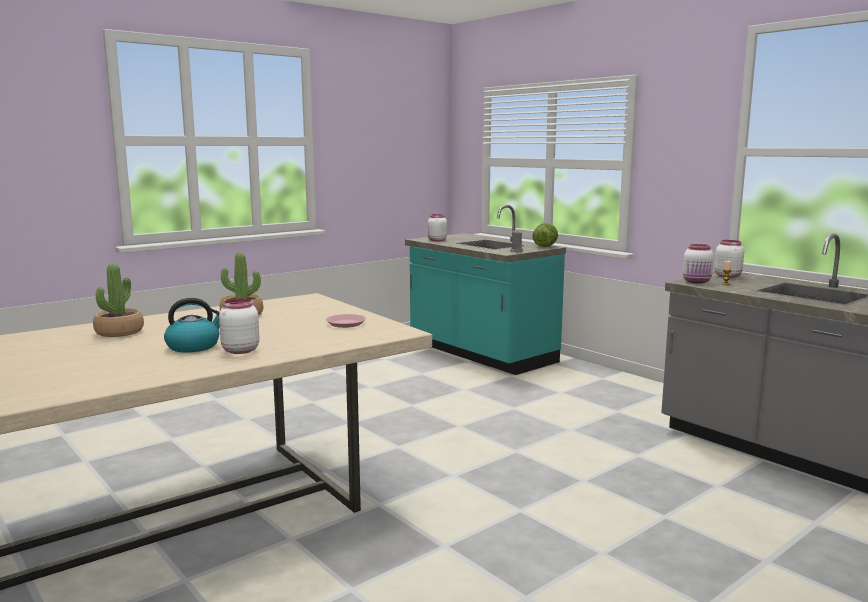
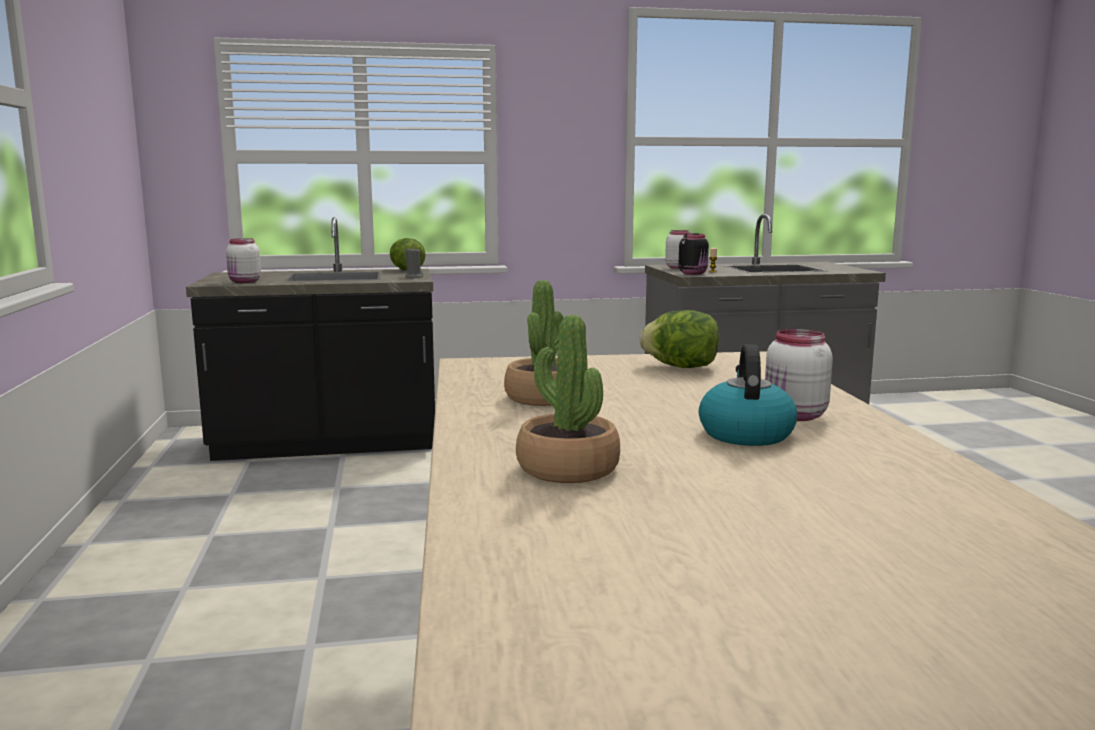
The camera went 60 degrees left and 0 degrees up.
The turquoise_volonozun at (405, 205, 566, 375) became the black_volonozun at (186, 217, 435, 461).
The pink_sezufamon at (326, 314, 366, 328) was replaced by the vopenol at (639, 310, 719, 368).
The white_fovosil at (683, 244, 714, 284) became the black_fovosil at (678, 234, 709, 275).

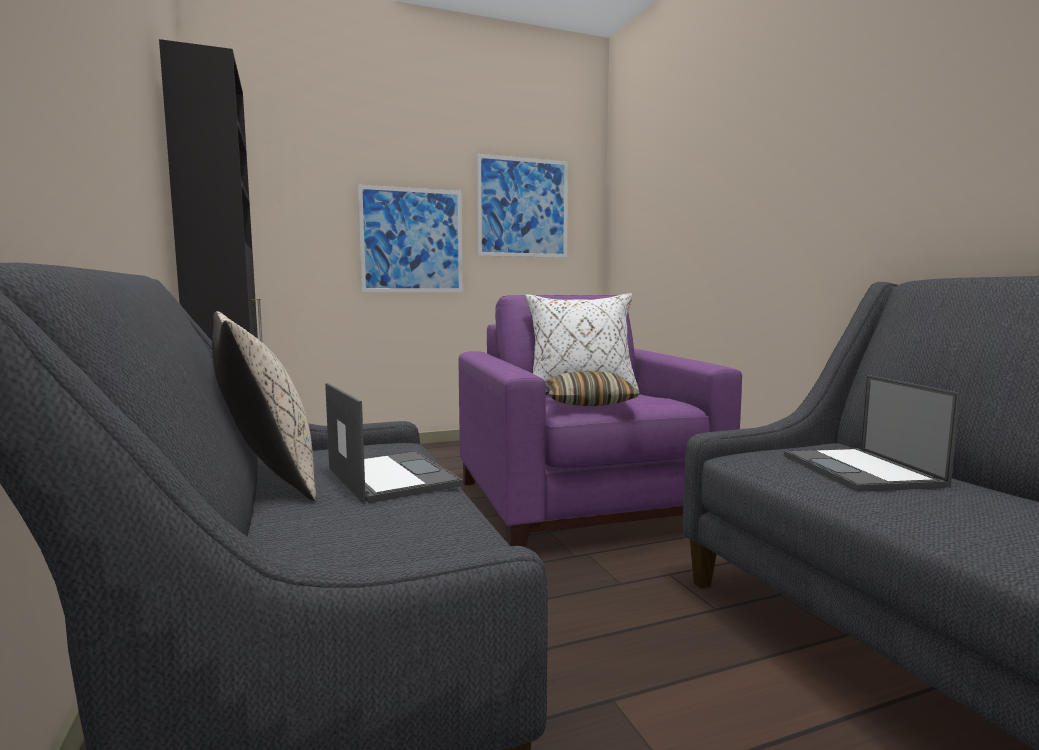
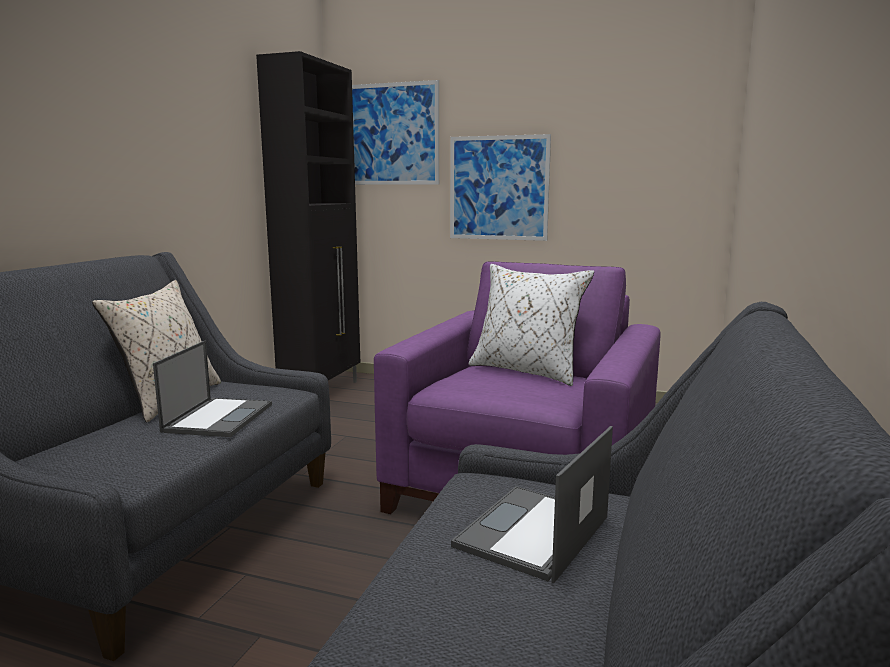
The camera went 40 degrees right and 5 degrees up.
The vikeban moved from (477, 154, 568, 258) to (352, 80, 439, 185).
The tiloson at (545, 371, 640, 406) disappeared.

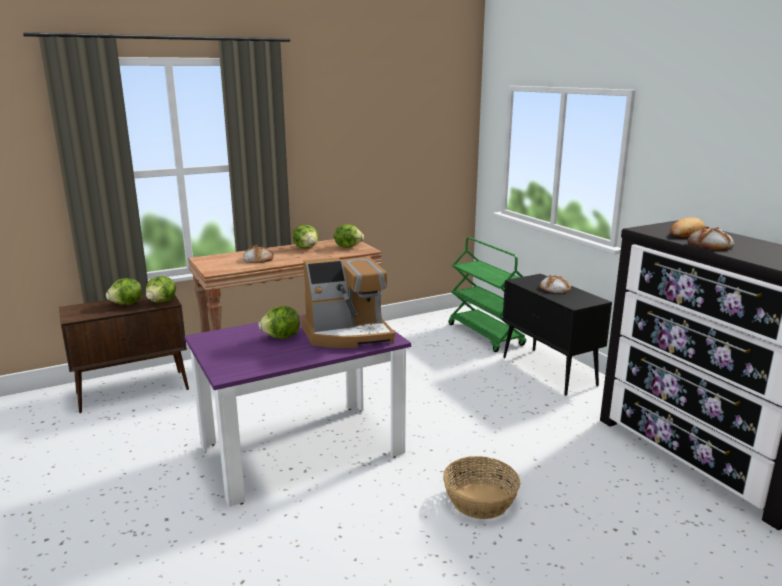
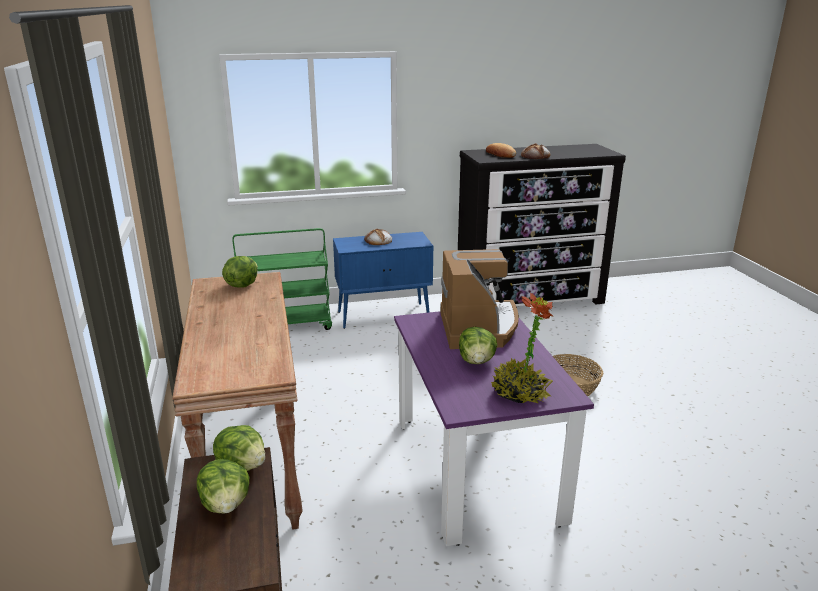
The camera went 75 degrees left and 5 degrees up.
The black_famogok at (502, 274, 612, 396) became the blue_famogok at (333, 232, 433, 329).
The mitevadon at (491, 293, 554, 404) appeared.
The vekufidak at (243, 244, 273, 263) disappeared.
The vopenol at (293, 225, 319, 249) disappeared.

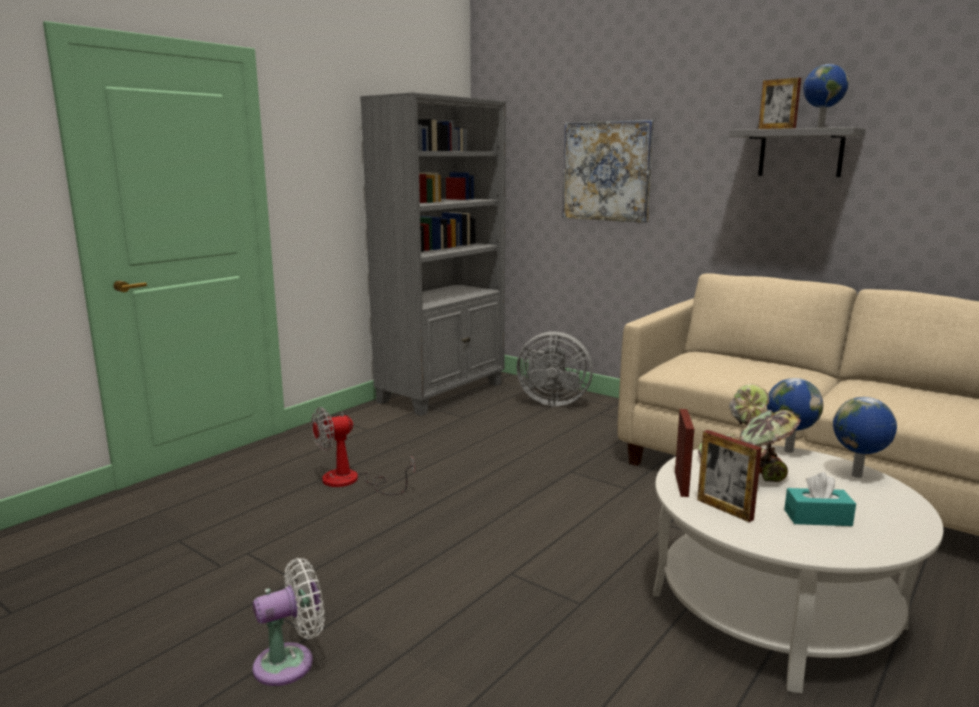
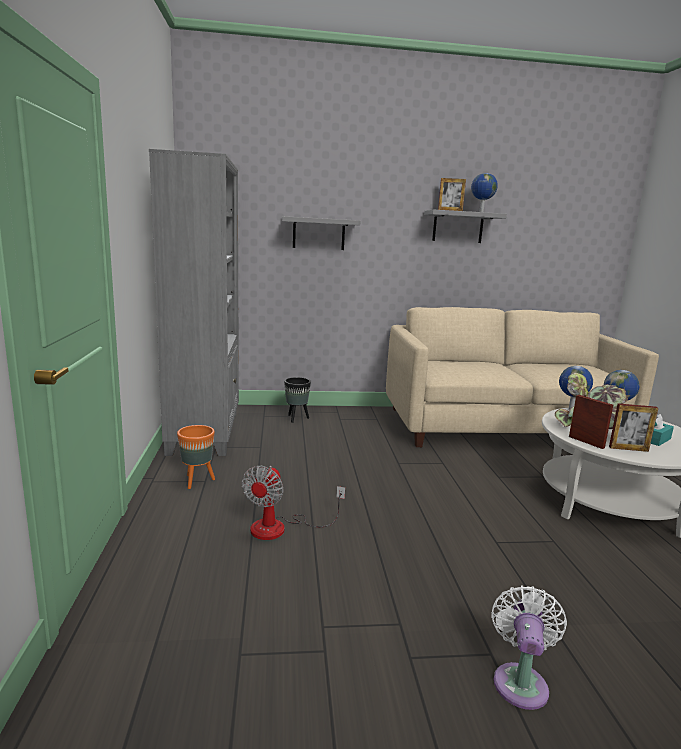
The camera went 45 degrees left and 0 degrees up.
The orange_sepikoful at (177, 425, 215, 489) appeared.
The vikeban at (562, 120, 654, 223) was replaced by the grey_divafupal at (282, 216, 360, 250).
The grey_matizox at (517, 331, 593, 406) was replaced by the black_sepikoful at (284, 377, 311, 423).

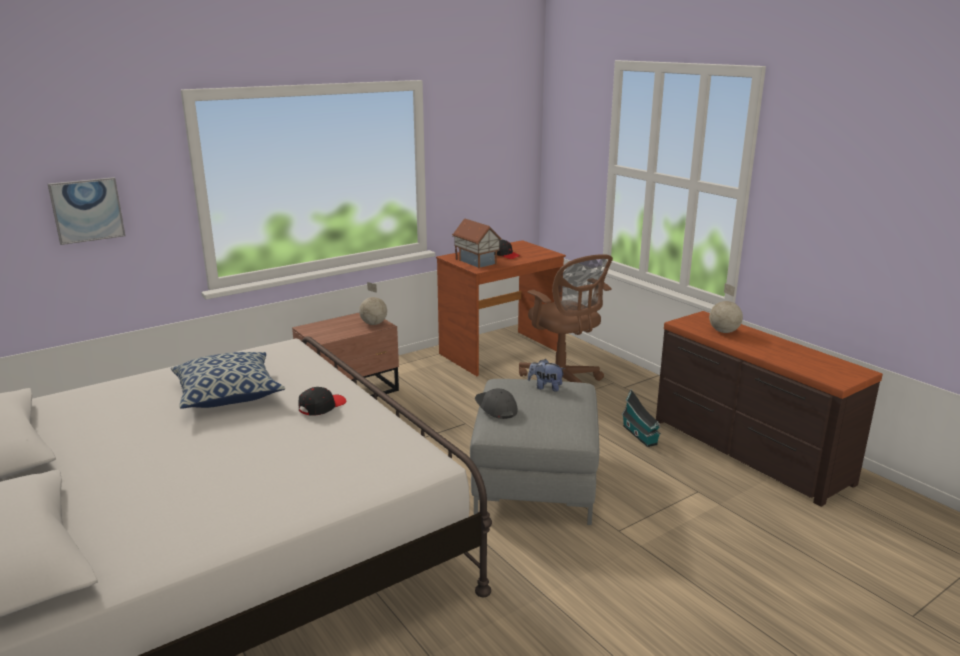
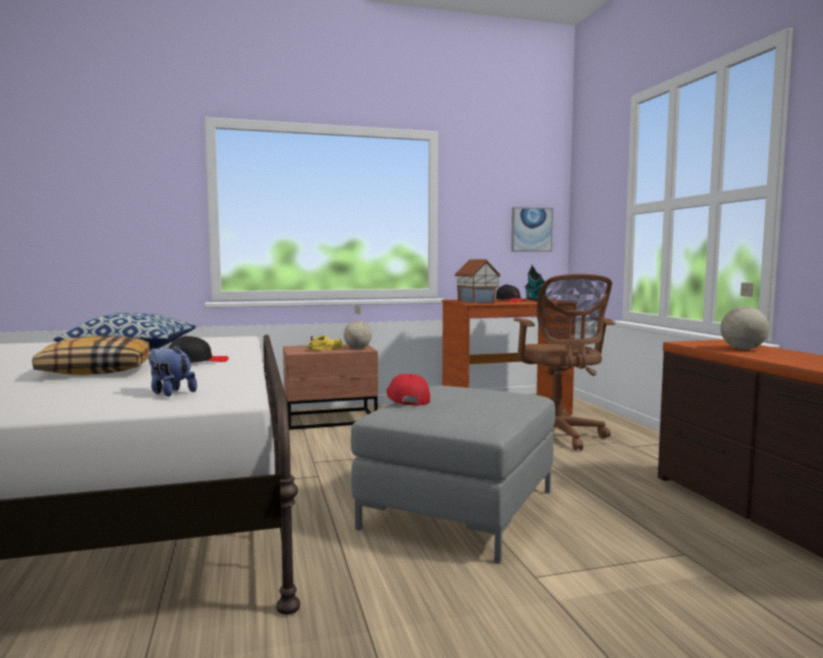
The camera went 20 degrees right and 15 degrees down.
The tiloson at (32, 335, 150, 375) appeared.
The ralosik moved from (528, 359, 565, 391) to (148, 344, 197, 397).
The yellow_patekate at (308, 336, 343, 351) appeared.
The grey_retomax at (475, 389, 517, 419) became the red_retomax at (386, 374, 430, 405).
The vikeban moved from (48, 177, 125, 245) to (511, 207, 553, 252).
The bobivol moved from (622, 389, 661, 447) to (525, 265, 547, 301).

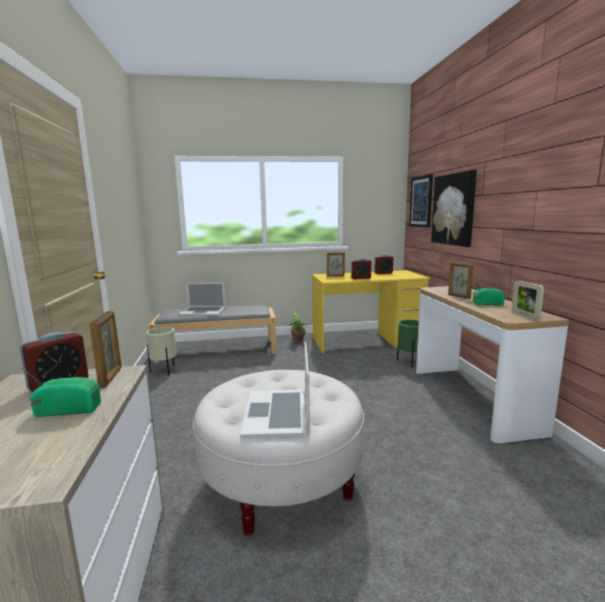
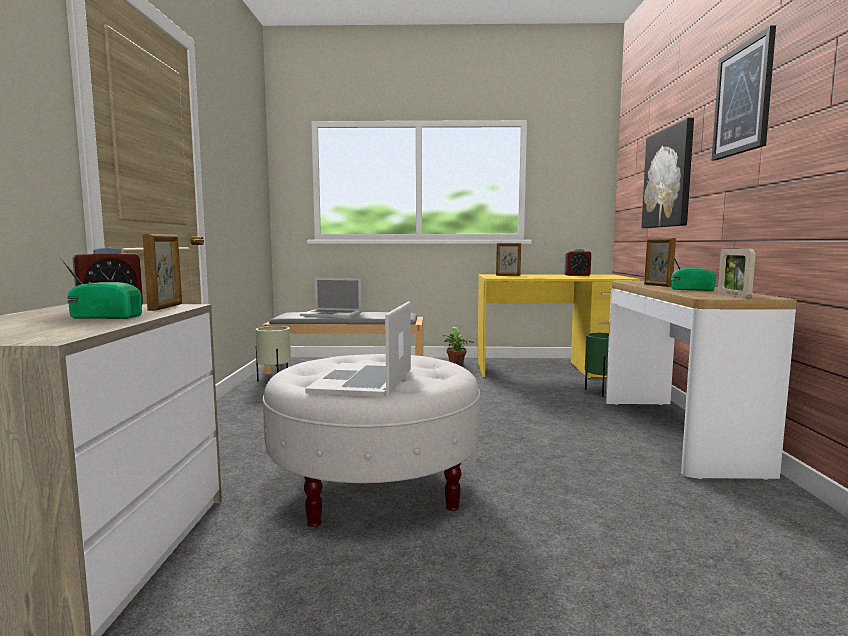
The camera went 10 degrees right and 5 degrees down.
The vikeban moved from (409, 174, 433, 227) to (712, 25, 776, 160).
The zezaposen at (351, 258, 371, 280) disappeared.

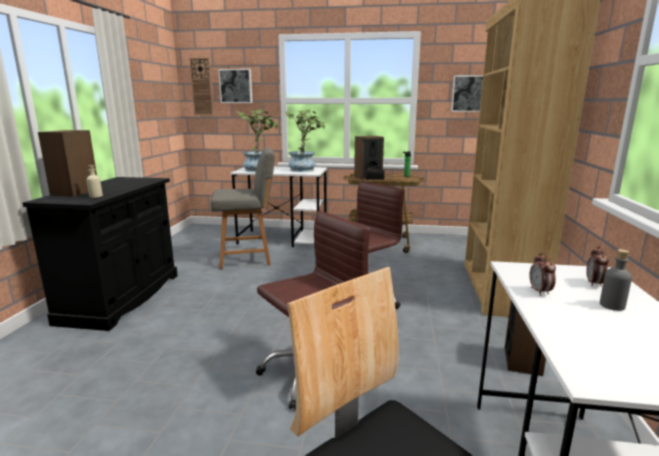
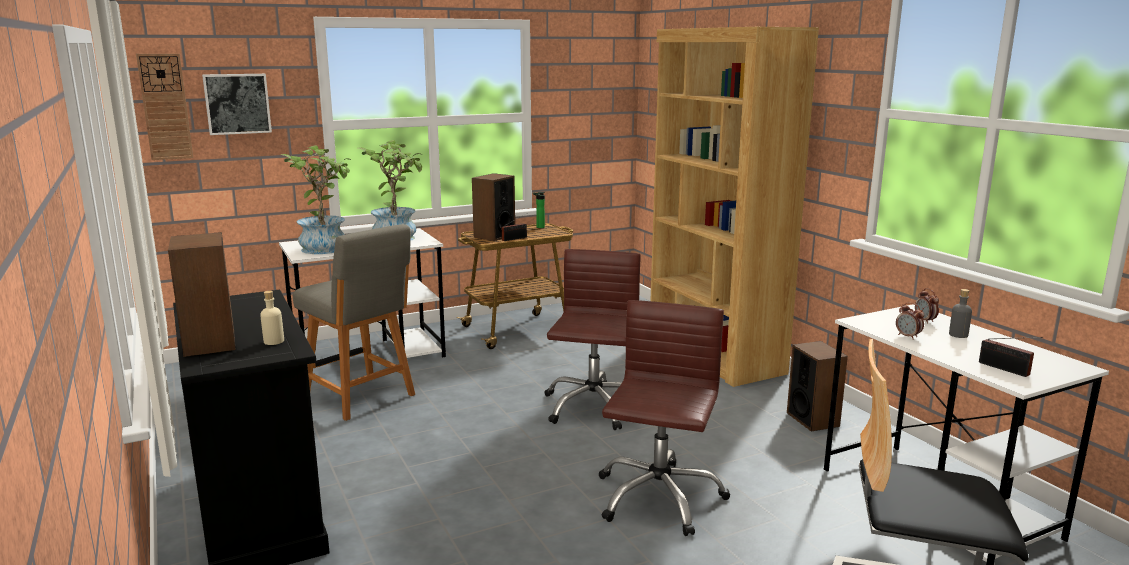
The camera went 35 degrees left and 0 degrees up.
The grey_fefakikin at (210, 148, 275, 269) turned 90 degrees clockwise.
The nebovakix at (979, 337, 1043, 377) appeared.
The vikeban at (451, 75, 483, 112) disappeared.

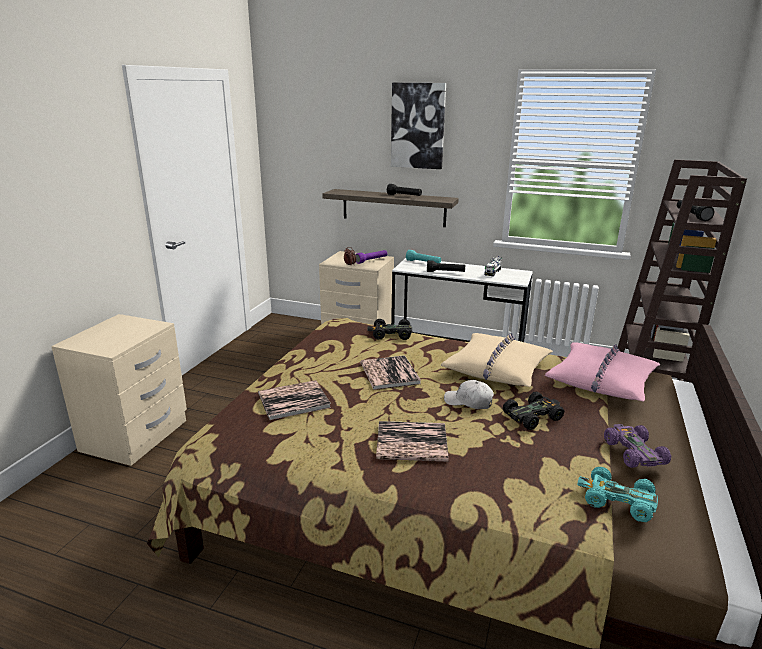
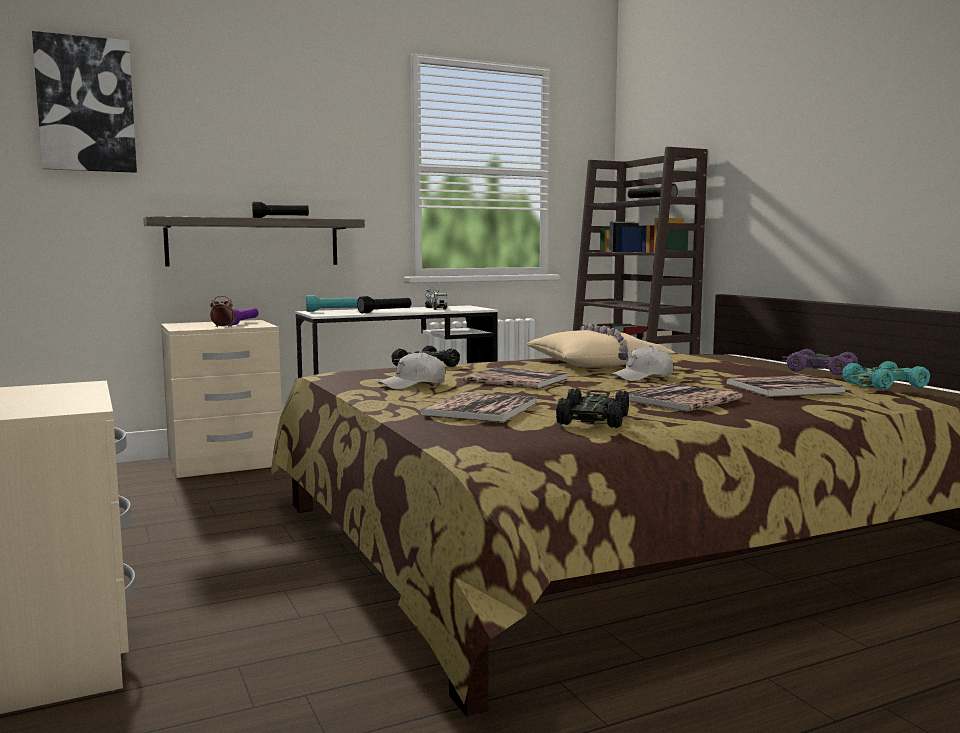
The camera went 45 degrees left and 15 degrees down.
The vikeban moved from (391, 83, 446, 169) to (32, 31, 137, 173).
The white_retomax at (378, 351, 445, 390) appeared.
The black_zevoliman moved from (503, 392, 564, 430) to (556, 388, 629, 428).
The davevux at (726, 375, 847, 397) appeared.
The pink_tiloson at (545, 342, 661, 402) disappeared.

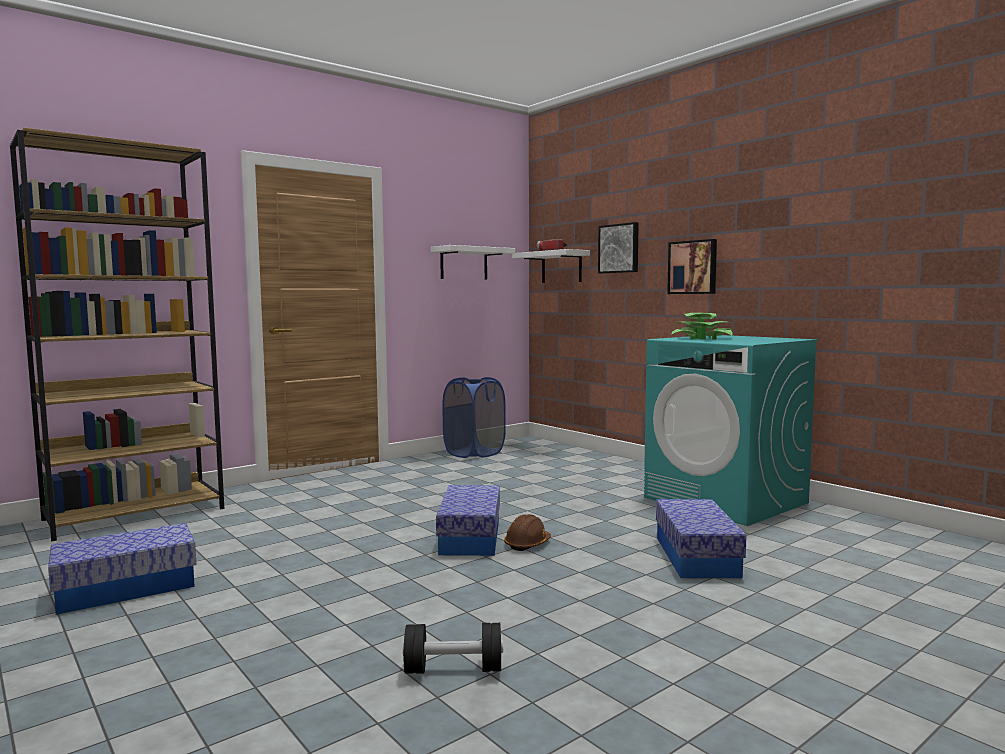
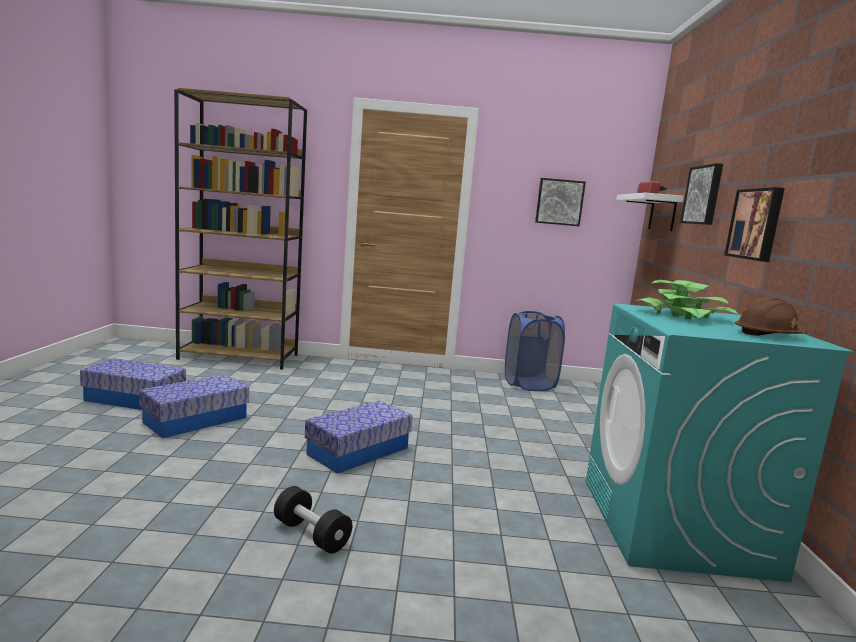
The camera went 40 degrees right and 5 degrees up.
The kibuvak moved from (656, 499, 746, 578) to (139, 374, 249, 438).
The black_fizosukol moved from (403, 623, 503, 674) to (274, 486, 352, 554).
The white_divafupal at (431, 245, 515, 280) was replaced by the vikeban at (535, 178, 586, 226).
The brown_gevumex moved from (504, 514, 551, 551) to (735, 298, 807, 336).

